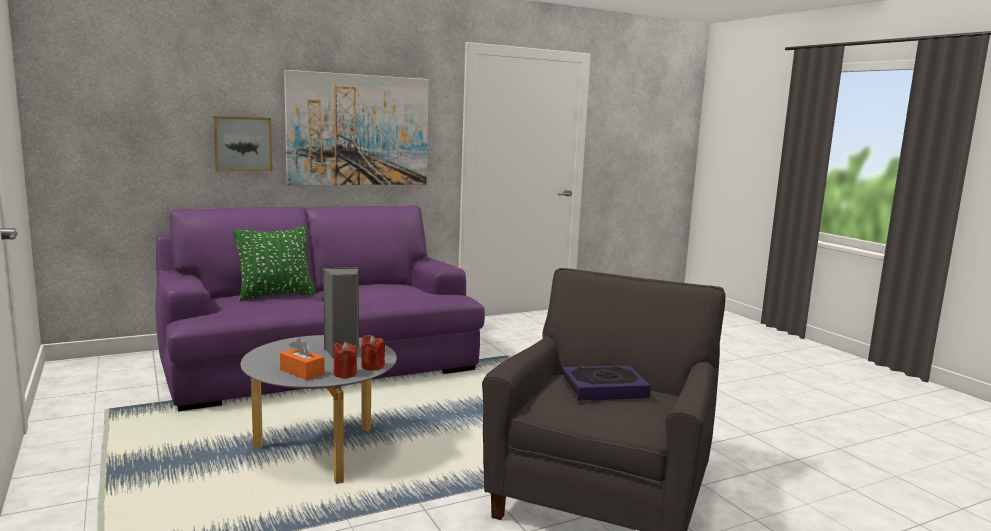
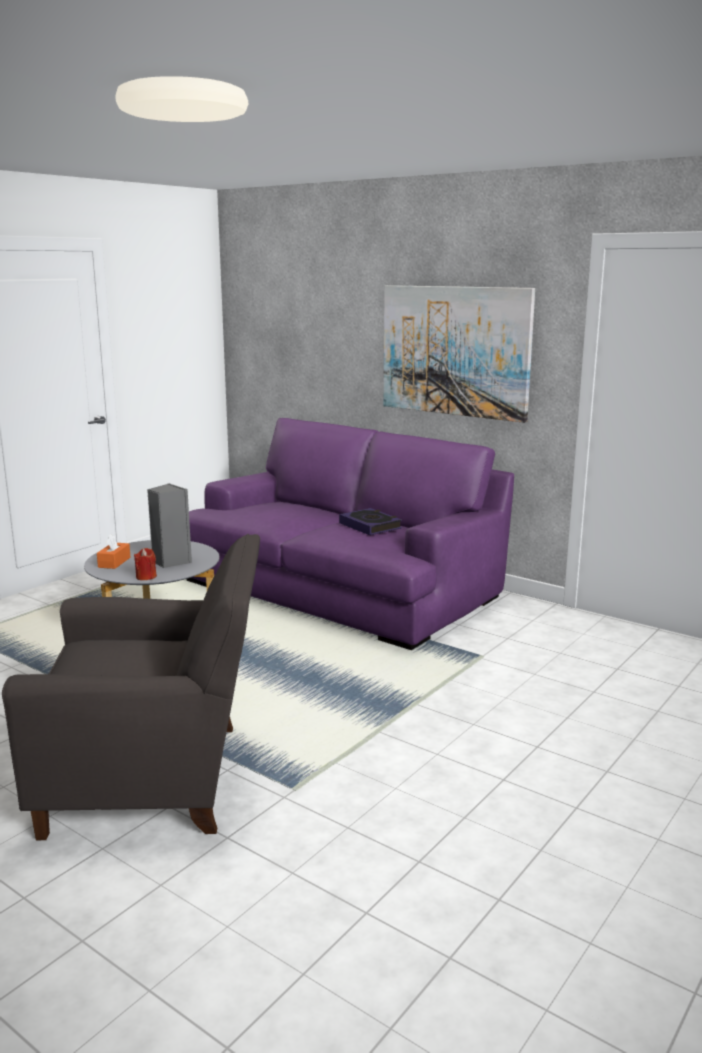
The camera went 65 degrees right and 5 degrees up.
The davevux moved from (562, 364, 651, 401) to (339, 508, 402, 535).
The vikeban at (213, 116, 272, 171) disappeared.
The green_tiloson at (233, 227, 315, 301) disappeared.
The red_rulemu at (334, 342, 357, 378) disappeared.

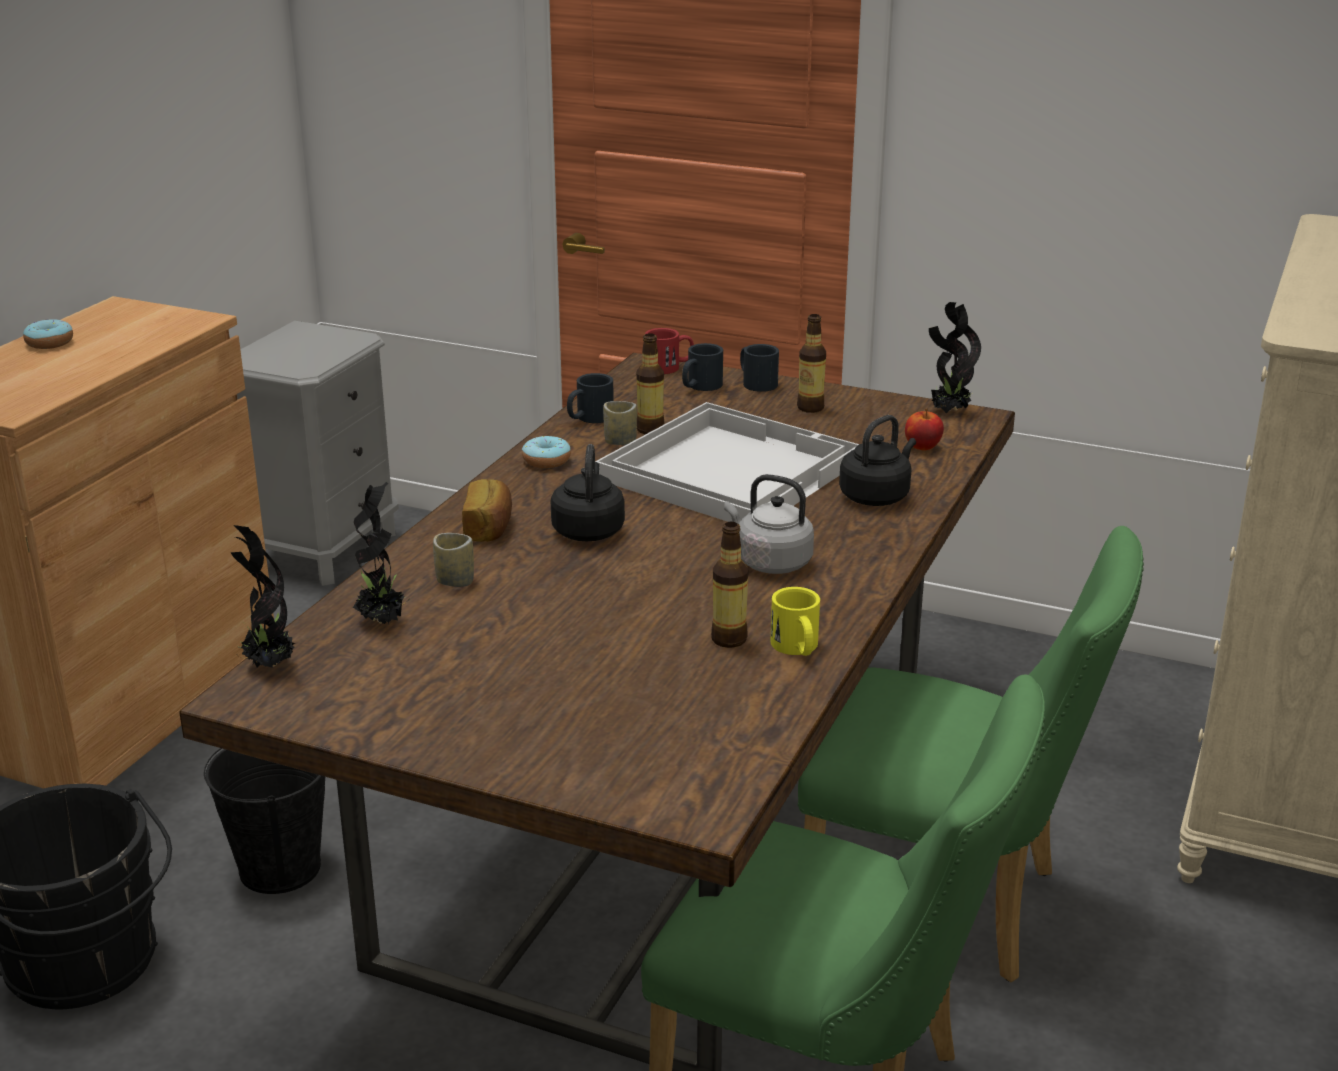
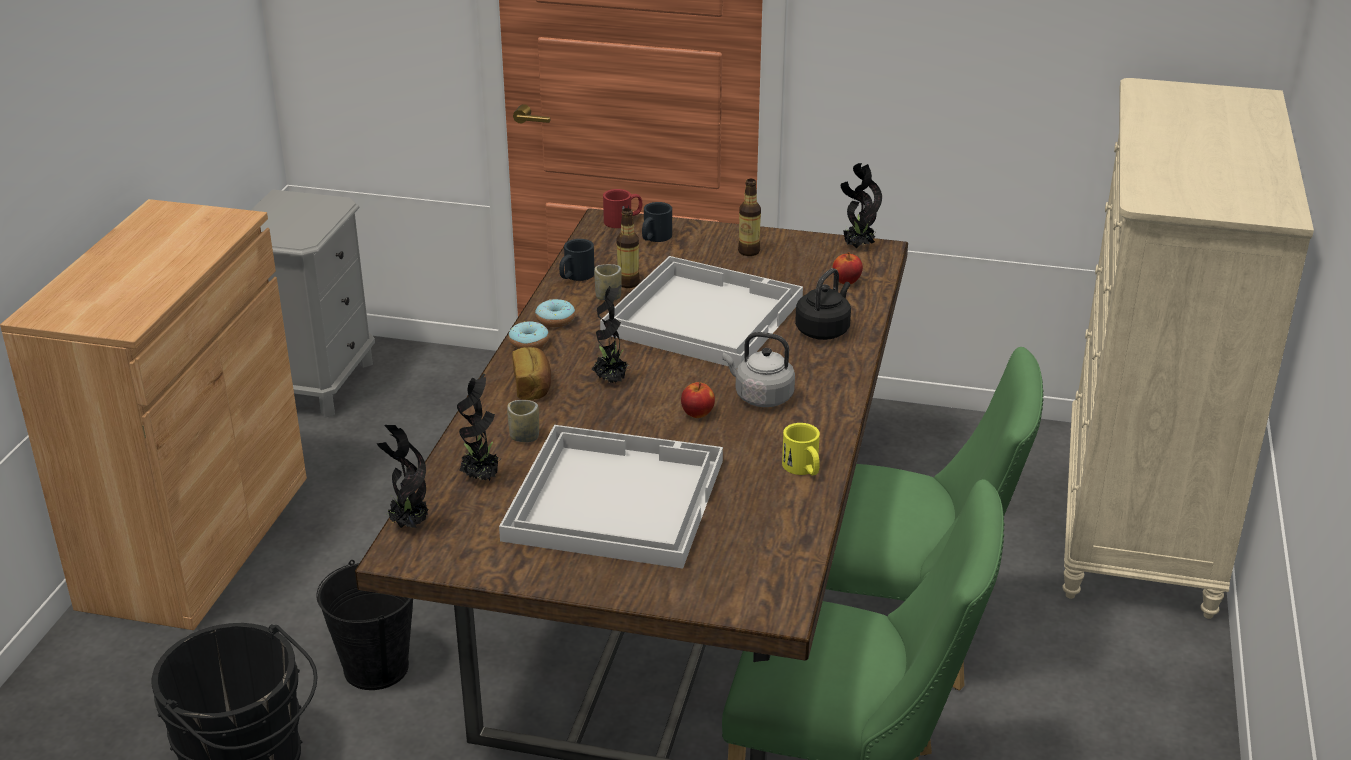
The camera went 10 degrees left and 5 degrees up.
The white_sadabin at (499, 425, 723, 569) appeared.
The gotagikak moved from (23, 319, 73, 349) to (509, 322, 549, 349).
The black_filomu at (551, 444, 625, 541) was replaced by the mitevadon at (592, 285, 630, 383).
The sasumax at (681, 382, 715, 418) appeared.
The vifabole at (711, 522, 748, 648) disappeared.
The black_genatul at (740, 344, 779, 392) disappeared.

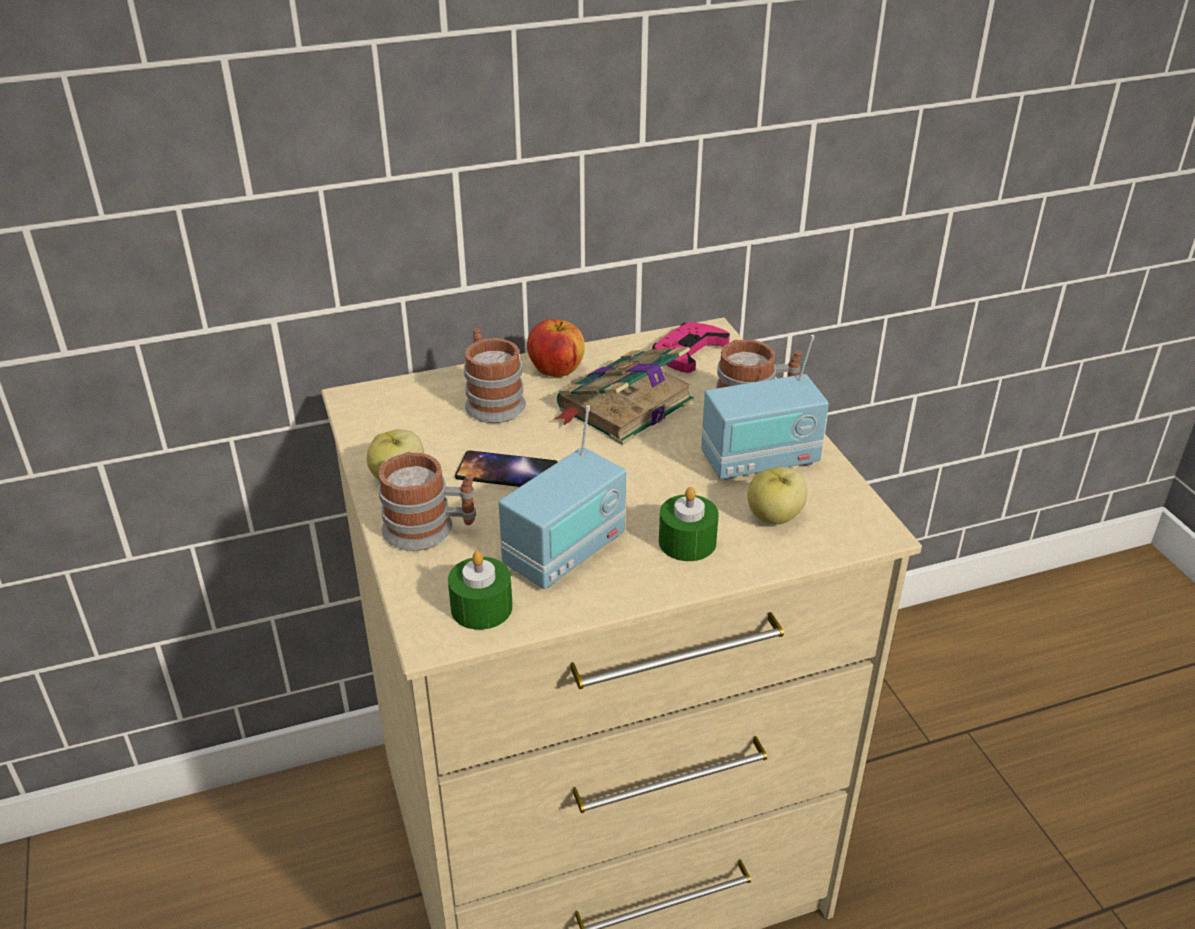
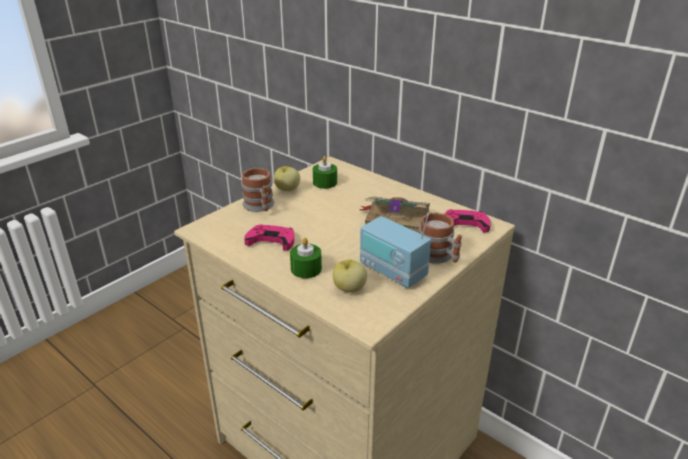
The camera went 60 degrees right and 5 degrees down.
The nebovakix at (499, 405, 626, 589) was replaced by the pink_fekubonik at (244, 224, 294, 251).
The green_rulemu moved from (448, 551, 513, 630) to (313, 156, 337, 189).
The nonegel at (455, 450, 558, 487) disappeared.
The genatul at (464, 328, 526, 423) disappeared.
The sasumax at (527, 319, 585, 377) disappeared.

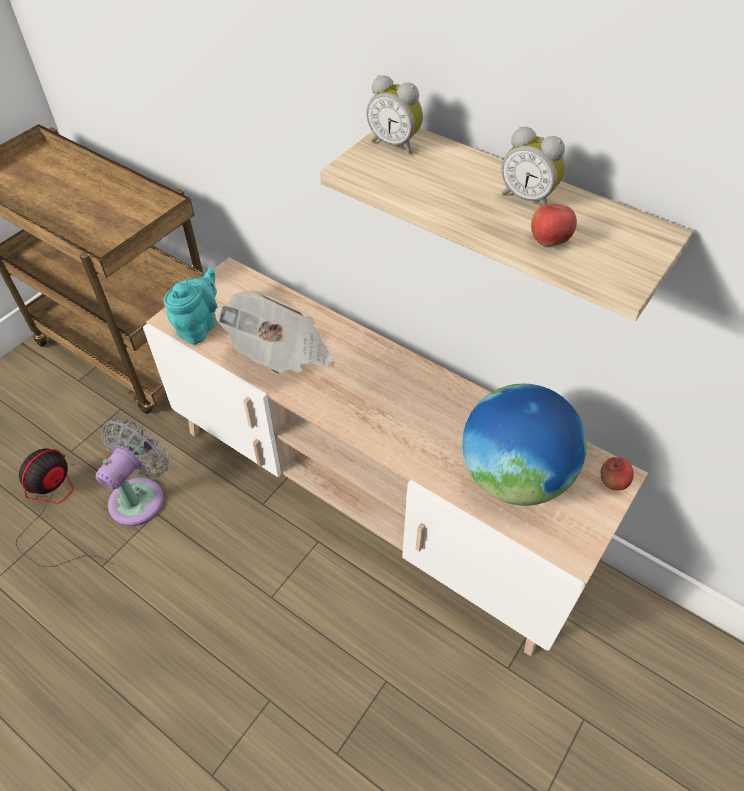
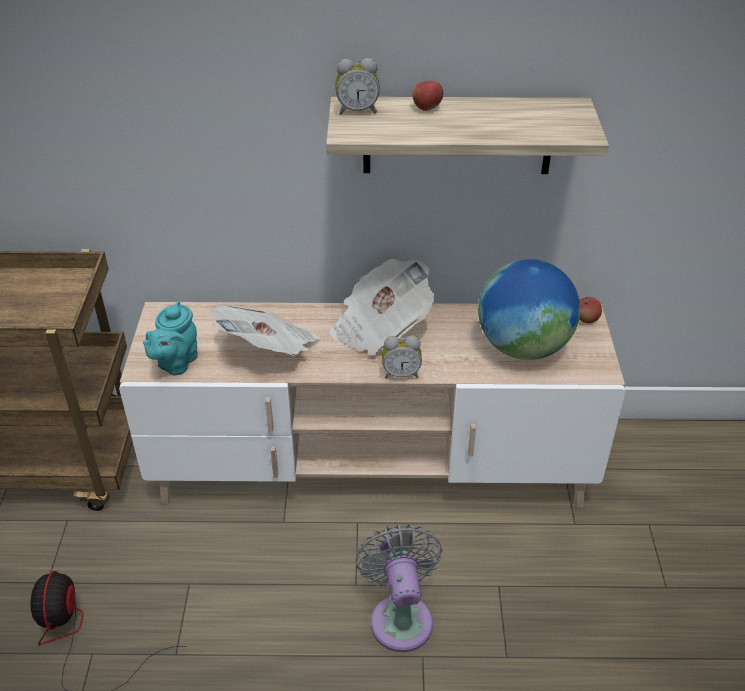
The camera went 35 degrees left and 10 degrees down.
The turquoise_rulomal at (164, 268, 218, 344) turned 150 degrees counterclockwise.
The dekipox at (329, 259, 434, 356) appeared.
The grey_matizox moved from (96, 418, 170, 526) to (356, 524, 443, 652).
The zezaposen moved from (501, 127, 565, 205) to (382, 335, 422, 379).
The sasumax moved from (531, 204, 577, 246) to (412, 81, 443, 111).

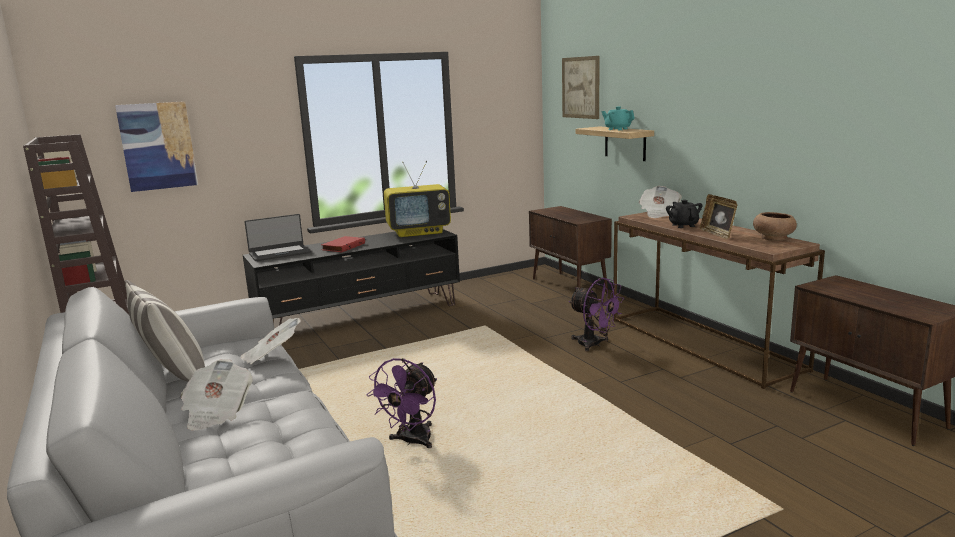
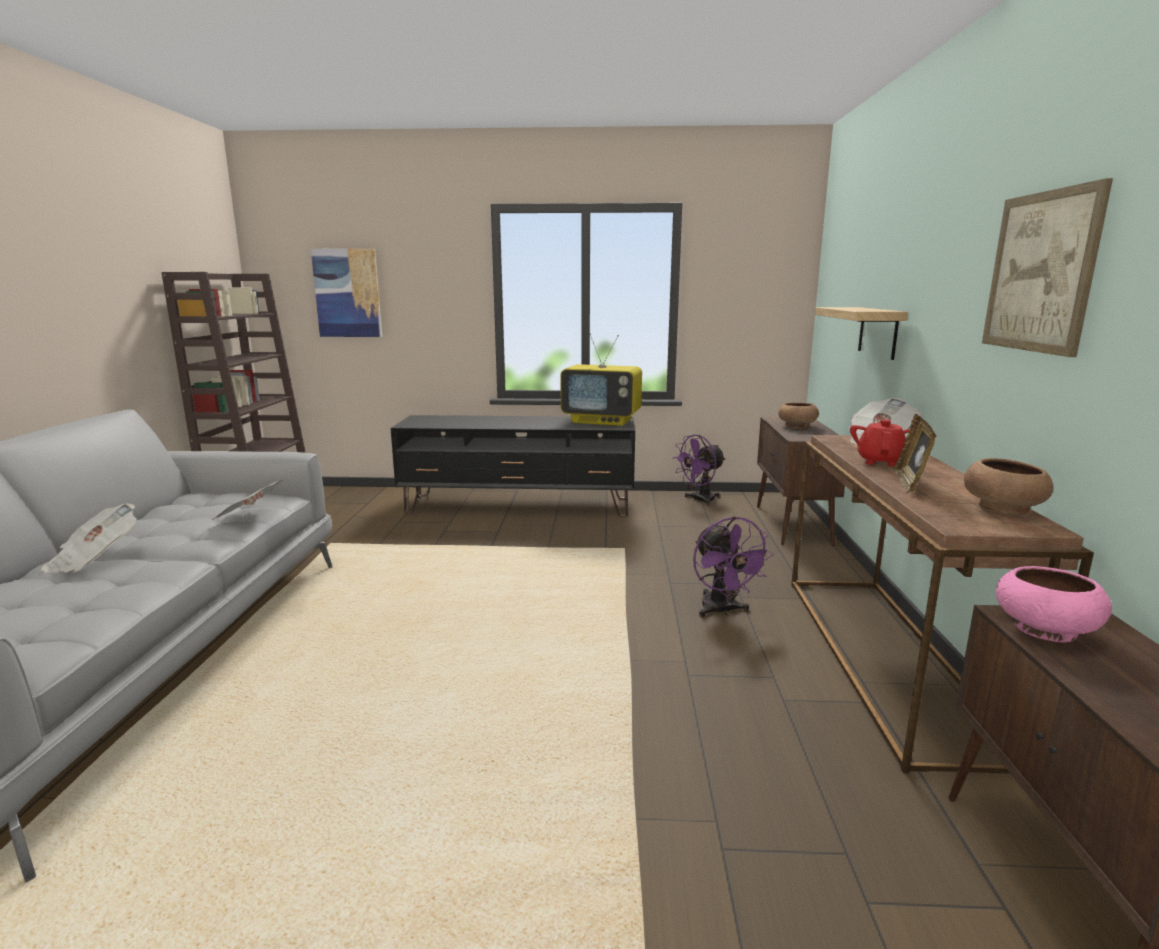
The camera went 30 degrees right and 0 degrees up.
The purple_matizox moved from (367, 358, 437, 448) to (672, 435, 726, 506).
The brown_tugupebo at (778, 403, 819, 429) appeared.
The black_rulomal at (666, 200, 703, 228) became the red_rulomal at (850, 420, 910, 467).
The vikeban moved from (562, 56, 600, 119) to (982, 178, 1113, 357).
The pink_tugupebo at (996, 566, 1112, 643) appeared.
The tiloson at (125, 280, 205, 382) disappeared.
The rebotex at (244, 214, 311, 261) disappeared.
The red_davevux at (321, 236, 365, 252) disappeared.
The turquoise_rulomal at (601, 106, 635, 130) disappeared.

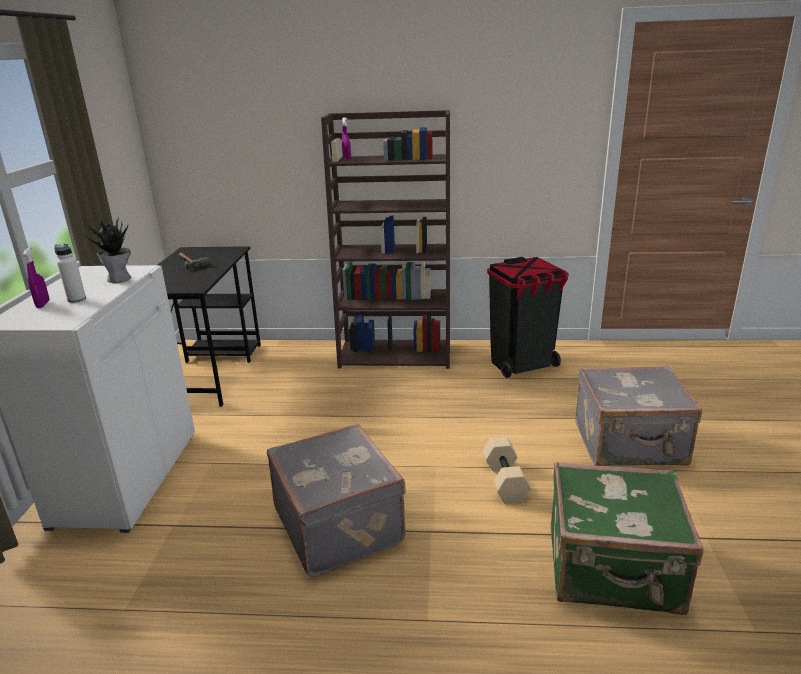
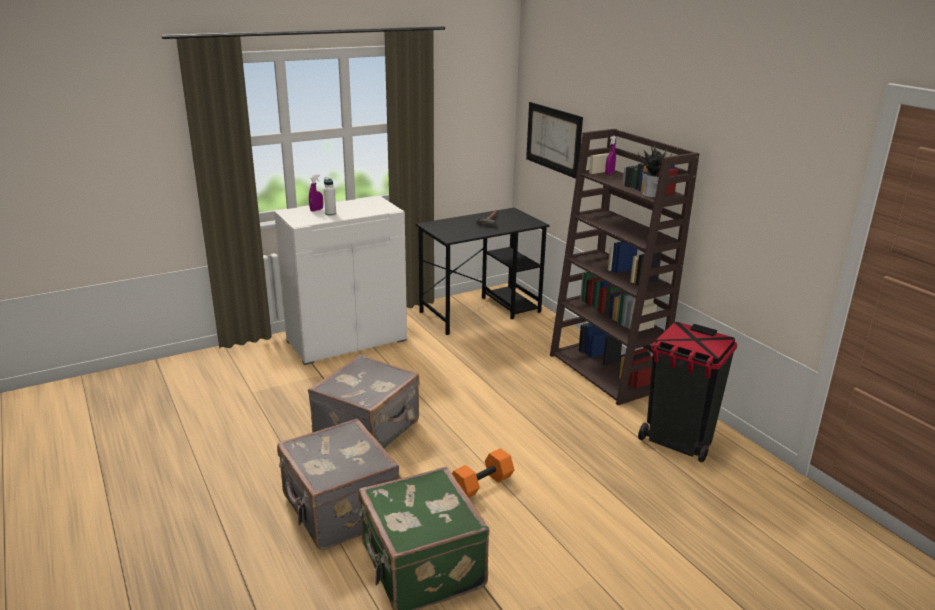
The camera went 55 degrees right and 0 degrees up.
The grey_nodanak moved from (576, 366, 702, 466) to (277, 419, 399, 550).
The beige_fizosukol at (483, 437, 531, 504) became the orange_fizosukol at (452, 448, 514, 498).
The vikeban at (526, 102, 583, 179) appeared.
The mitevadon moved from (81, 215, 131, 283) to (638, 143, 672, 198).

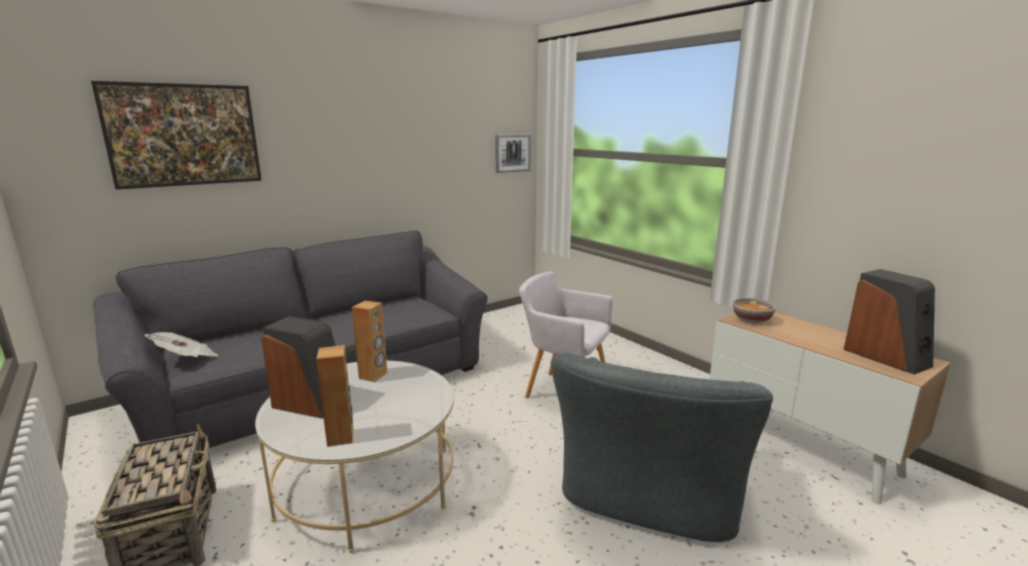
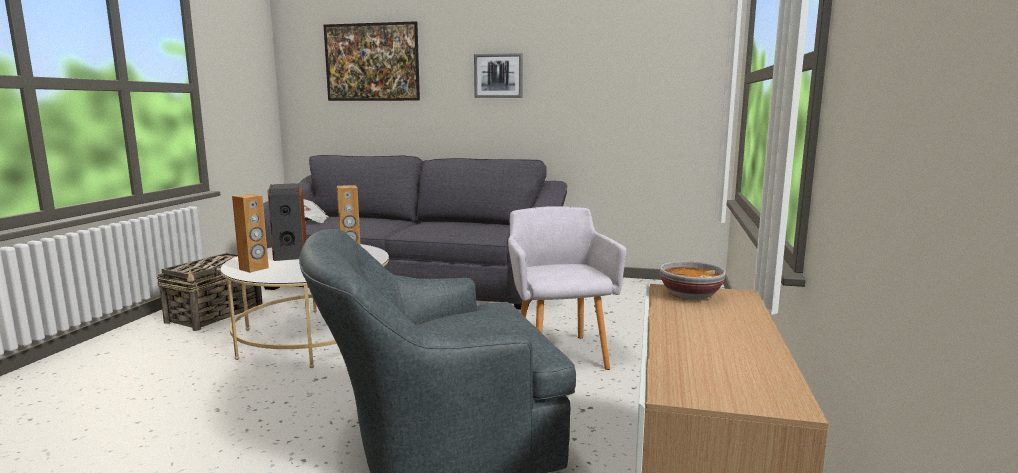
The camera went 50 degrees right and 5 degrees down.
The vikeban moved from (495, 134, 531, 173) to (474, 53, 523, 98).
The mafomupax at (843, 269, 935, 375) disappeared.

